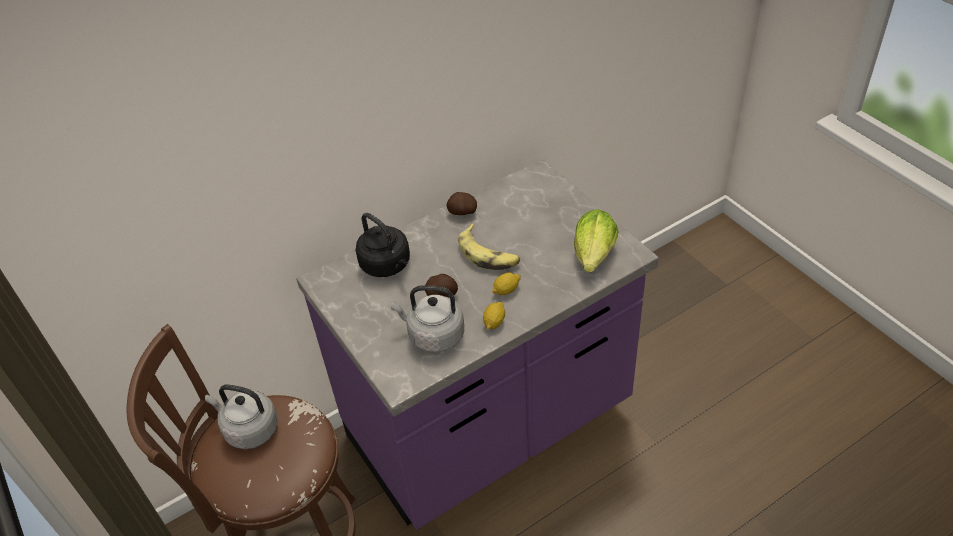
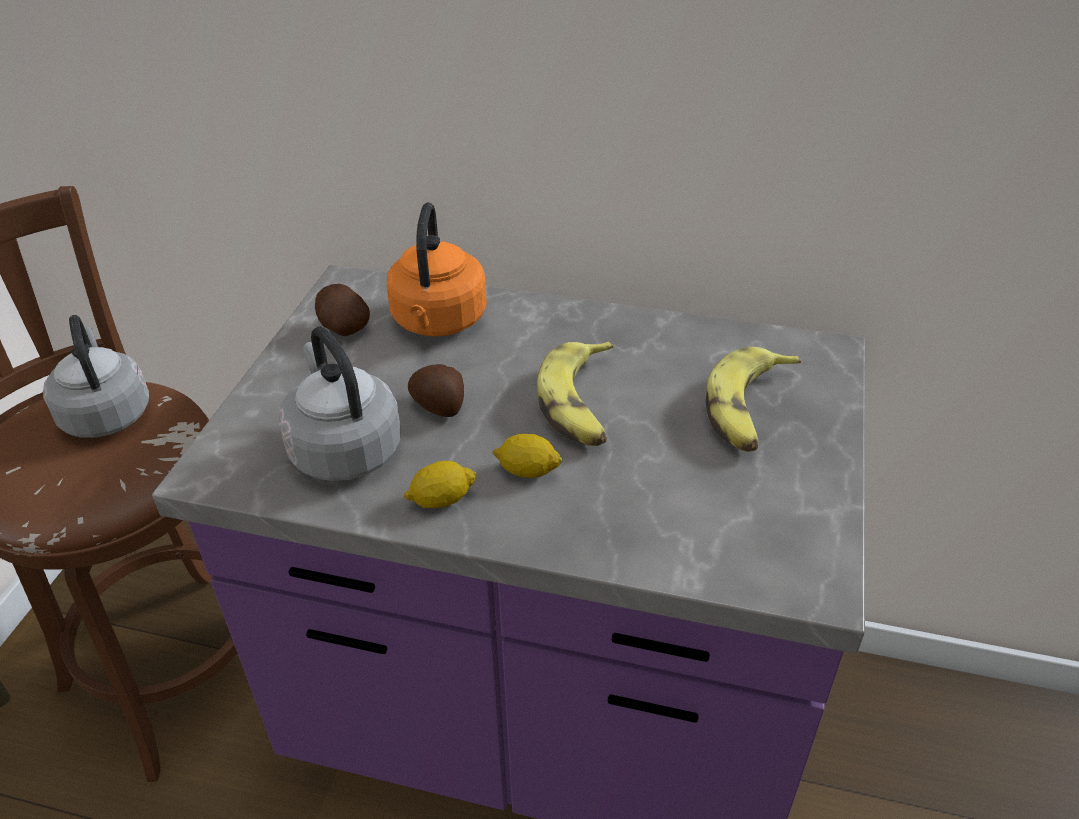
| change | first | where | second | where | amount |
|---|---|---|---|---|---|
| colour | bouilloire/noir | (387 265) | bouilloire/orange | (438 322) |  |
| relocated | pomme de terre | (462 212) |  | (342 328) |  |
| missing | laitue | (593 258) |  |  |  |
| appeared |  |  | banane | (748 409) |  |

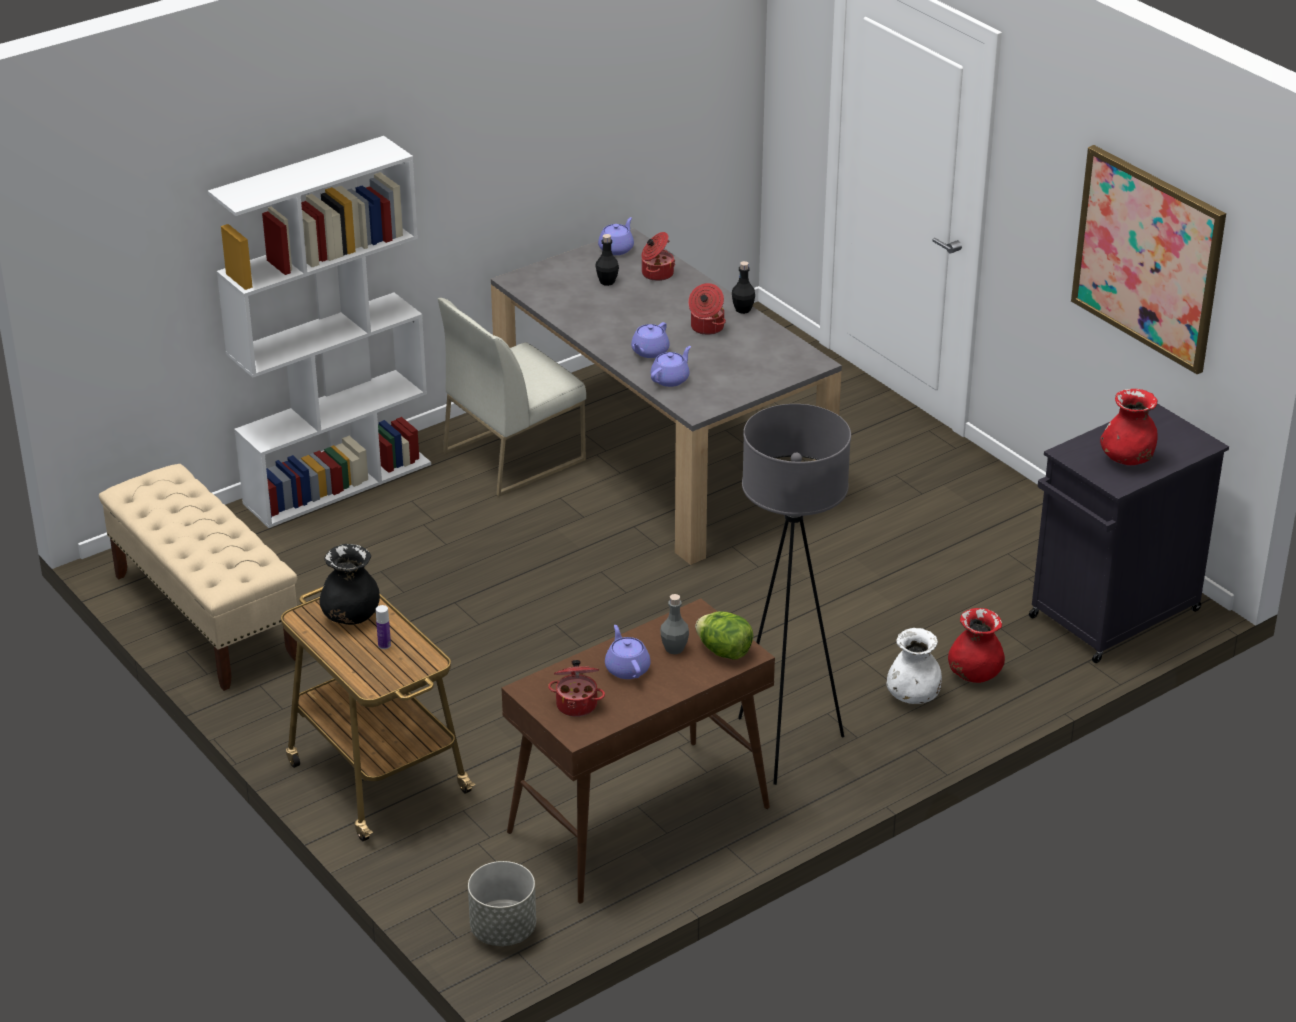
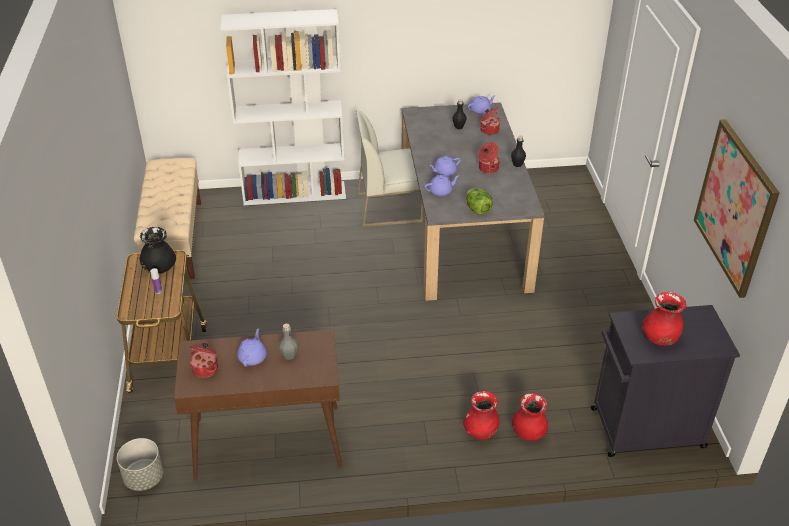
| change | first | where | second | where | amount |
|---|---|---|---|---|---|
| relocated | laitue | (724 651) |  | (477 209) |  |
| missing | lampadaire/gris | (784 745) |  |  |  |
| colour | vase/blanc | (913 696) | vase/rouge | (481 431) |  |

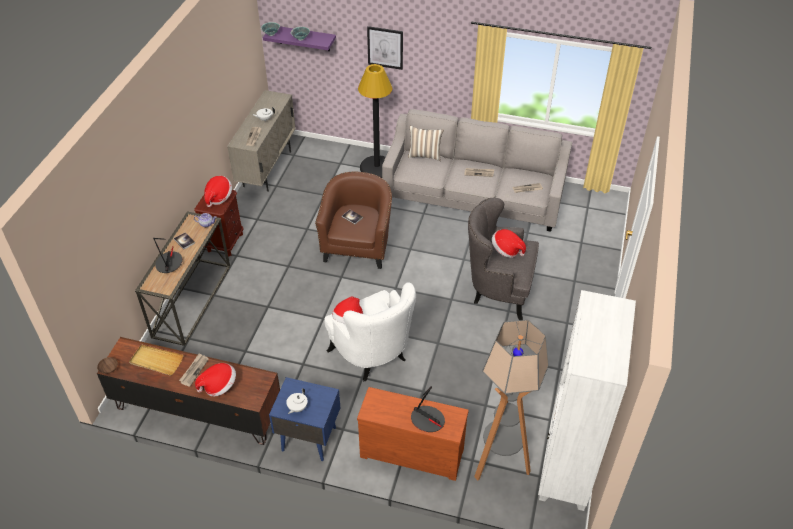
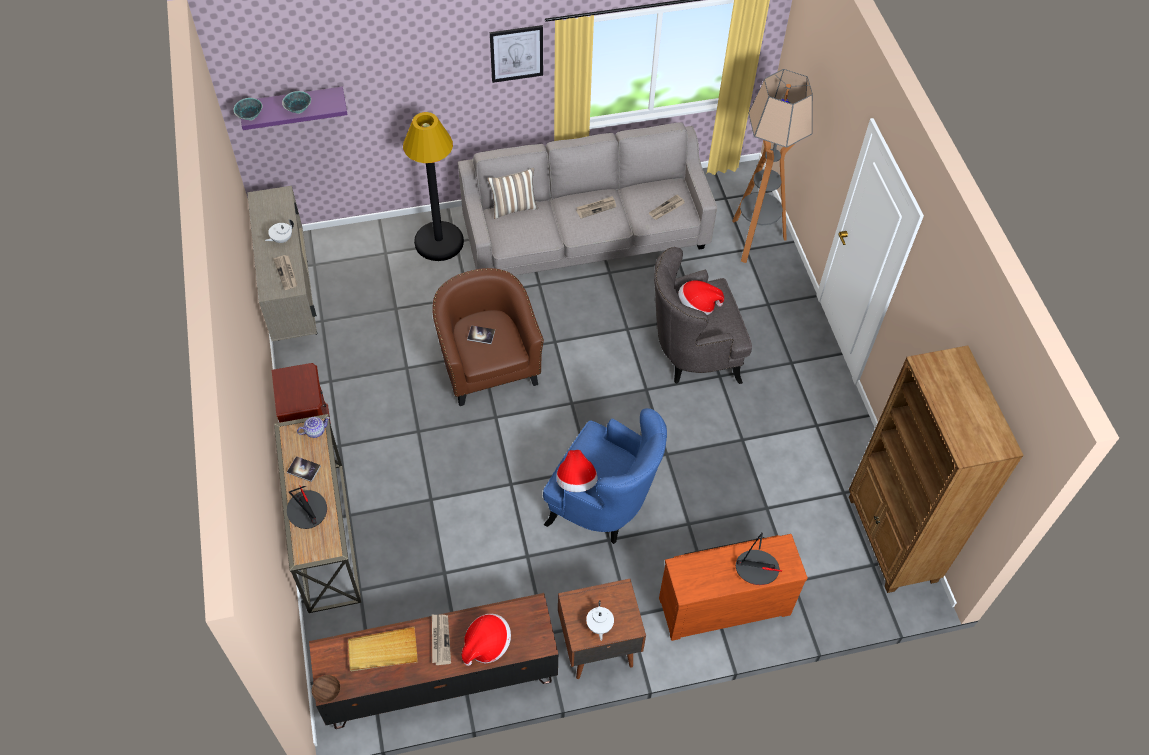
| change | first | where | second | where | amount |
|---|---|---|---|---|---|
| missing | chapeau | (218 197) |  |  |  |
| colour | table de chevet/bleu | (308 438) | table de chevet/marron | (597 647) |  |
| colour | fauteuil/blanc | (373 356) | fauteuil/bleu | (604 505) |  |
| relocated | tableau | (385 47) |  | (516 53) |  |
| relocated | lampadaire | (499 462) |  | (754 240) |  |
| colour | bibliothèque/blanc | (566 466) | bibliothèque/marron | (891 540) |  |

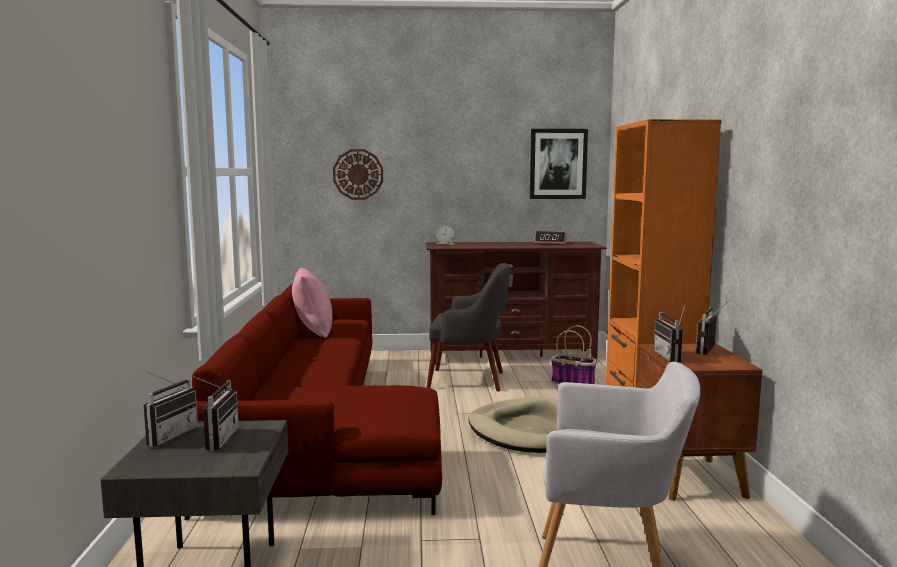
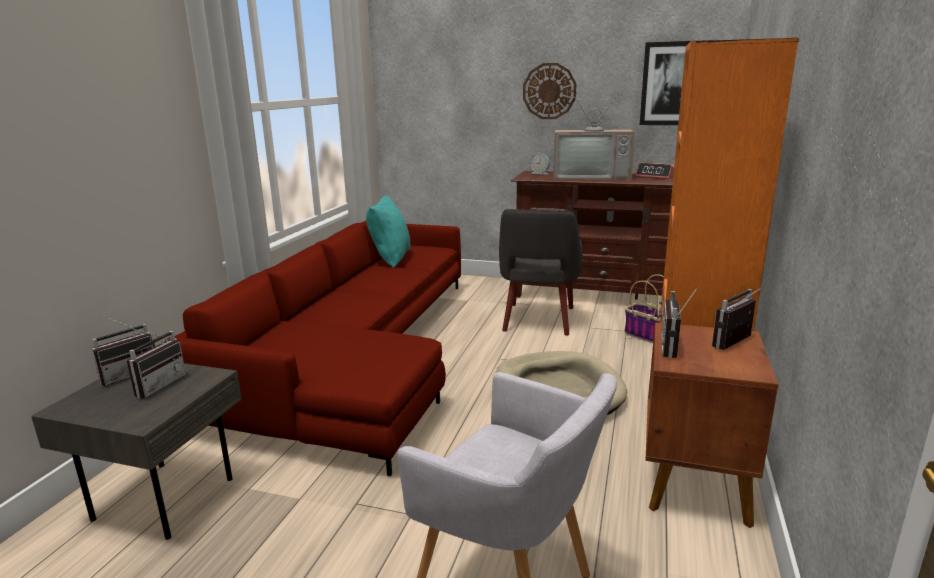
| change | first | where | second | where | amount |
|---|---|---|---|---|---|
| colour | coussin/rose | (313 331) | coussin/turquoise | (390 258) |  |
| relocated | horloge murale | (358 174) |  | (549 91) |  |
| spun | fauteuil/gris | (468 380) |  | (538 320) | 75 degrees clockwise |
| appeared |  |  | téléviseur | (591 176) |  |

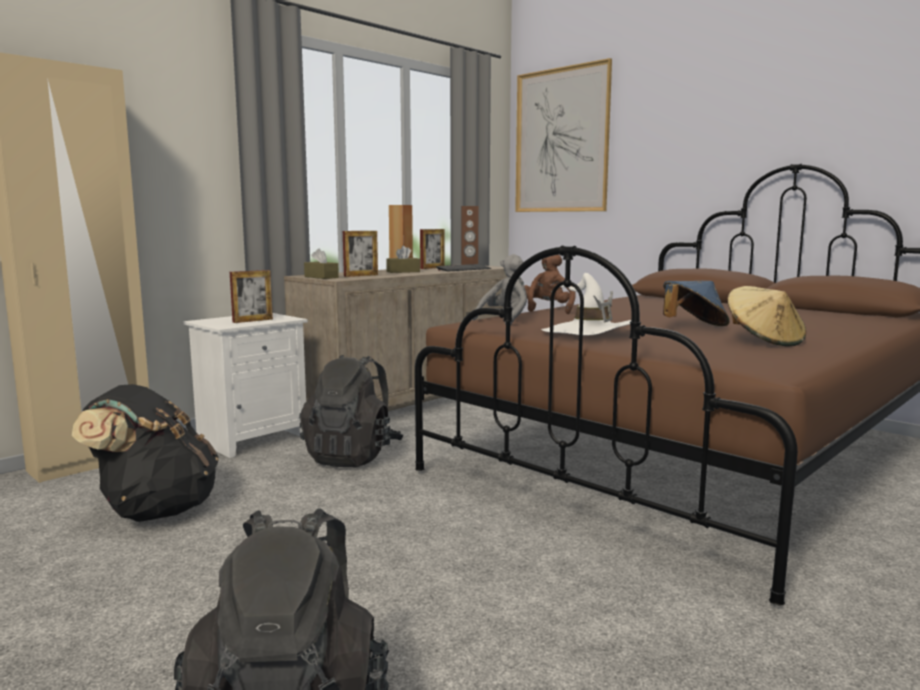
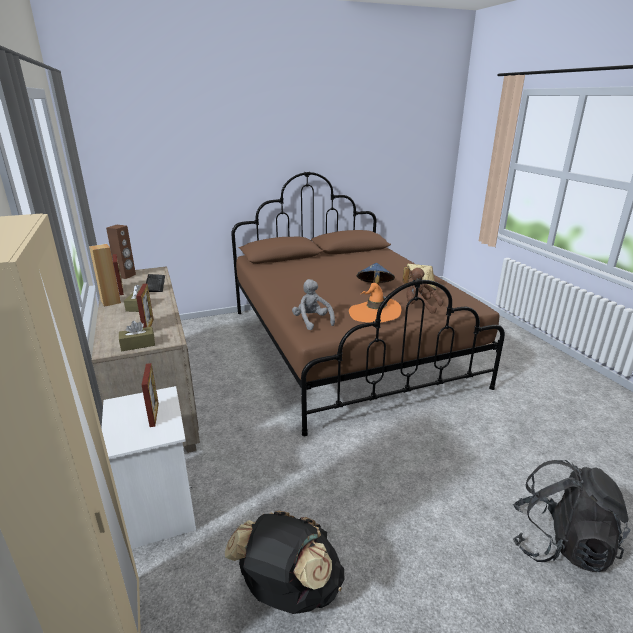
| change | first | where | second | where | amount |
|---|---|---|---|---|---|
| missing | sac à dos/noir | (353 456) |  |  |  |
| missing | tableau | (561 141) |  |  |  |
| relocated | peluche/marron | (548 310) |  | (420 306) |  |
| colour | chapeau/blanc | (588 333) | chapeau/orange | (374 313) |  |

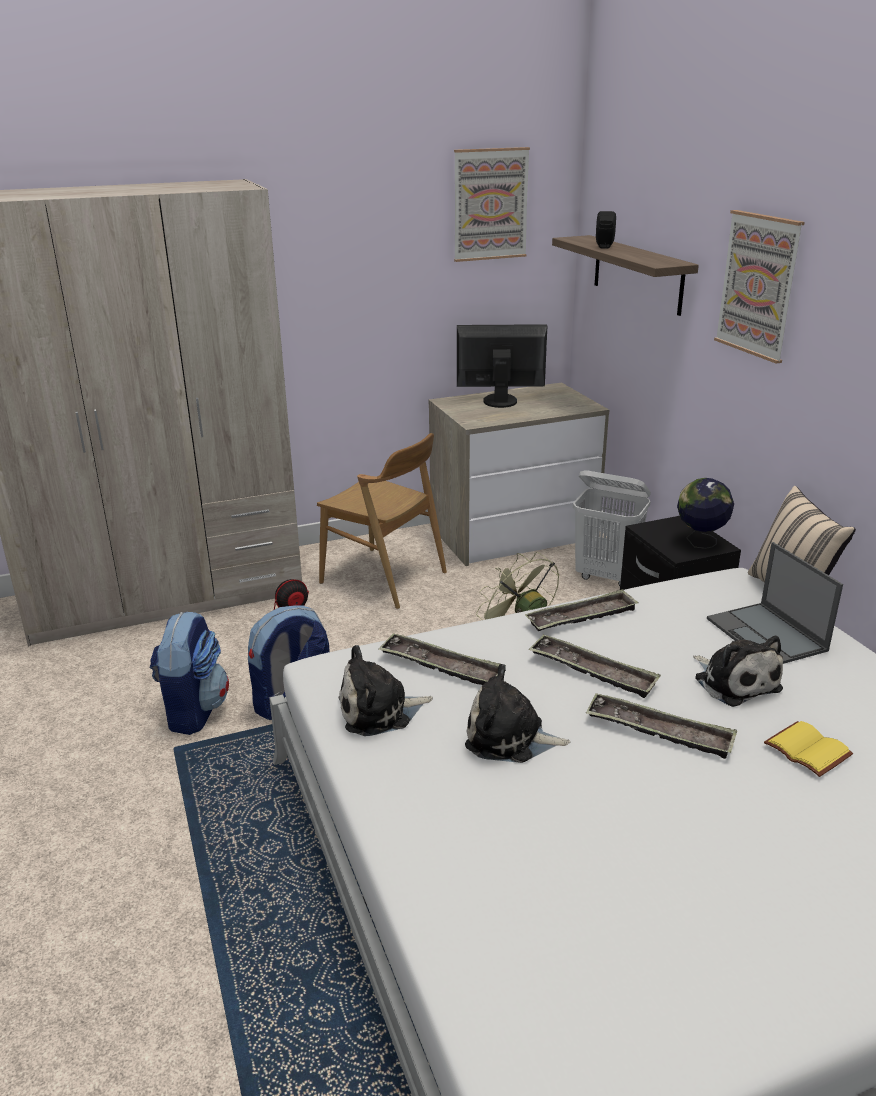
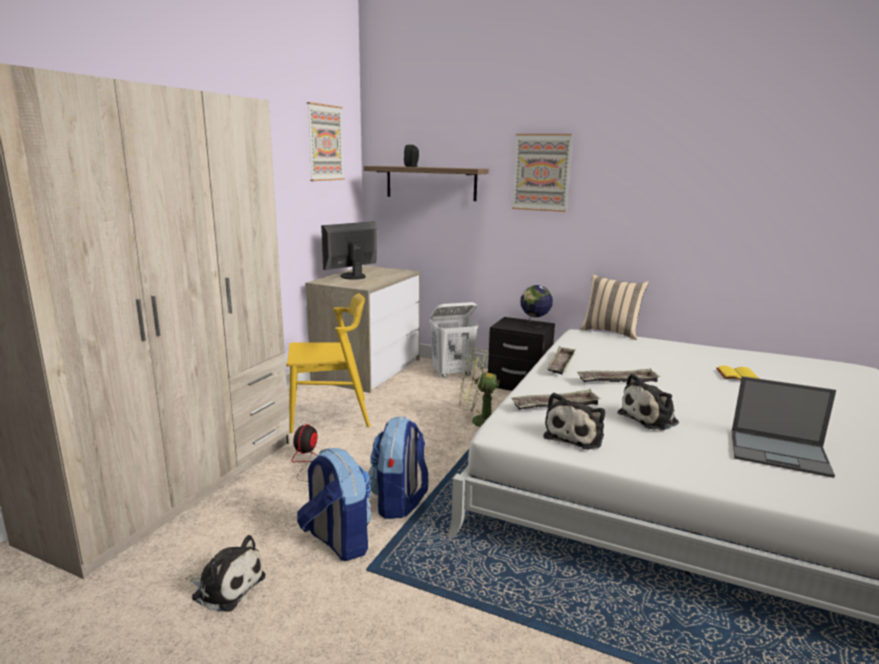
| change | first | where | second | where | amount |
|---|---|---|---|---|---|
| colour | chaise/marron | (384 578) | chaise/jaune | (330 415) |  |
| missing | plateau | (659 731) |  |  |  |
| relocated | peluche | (734 682) |  | (226 586) |  |
| relocated | ordinateur portable | (767 635) |  | (780 453) |  |

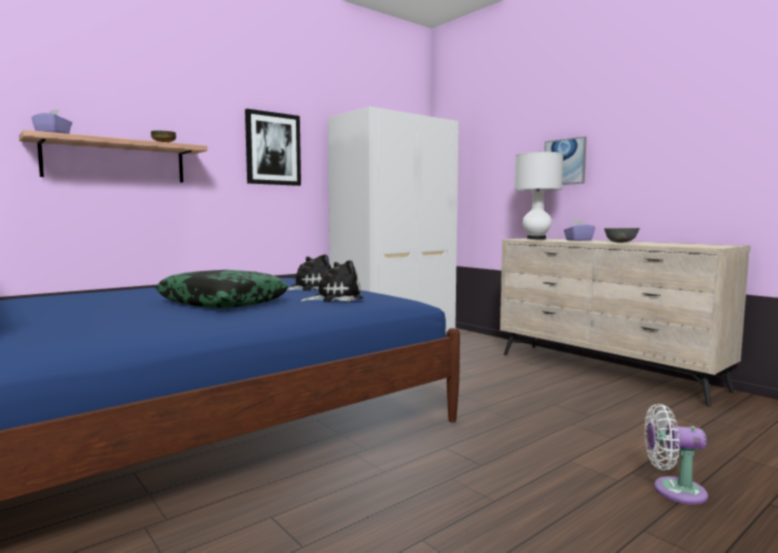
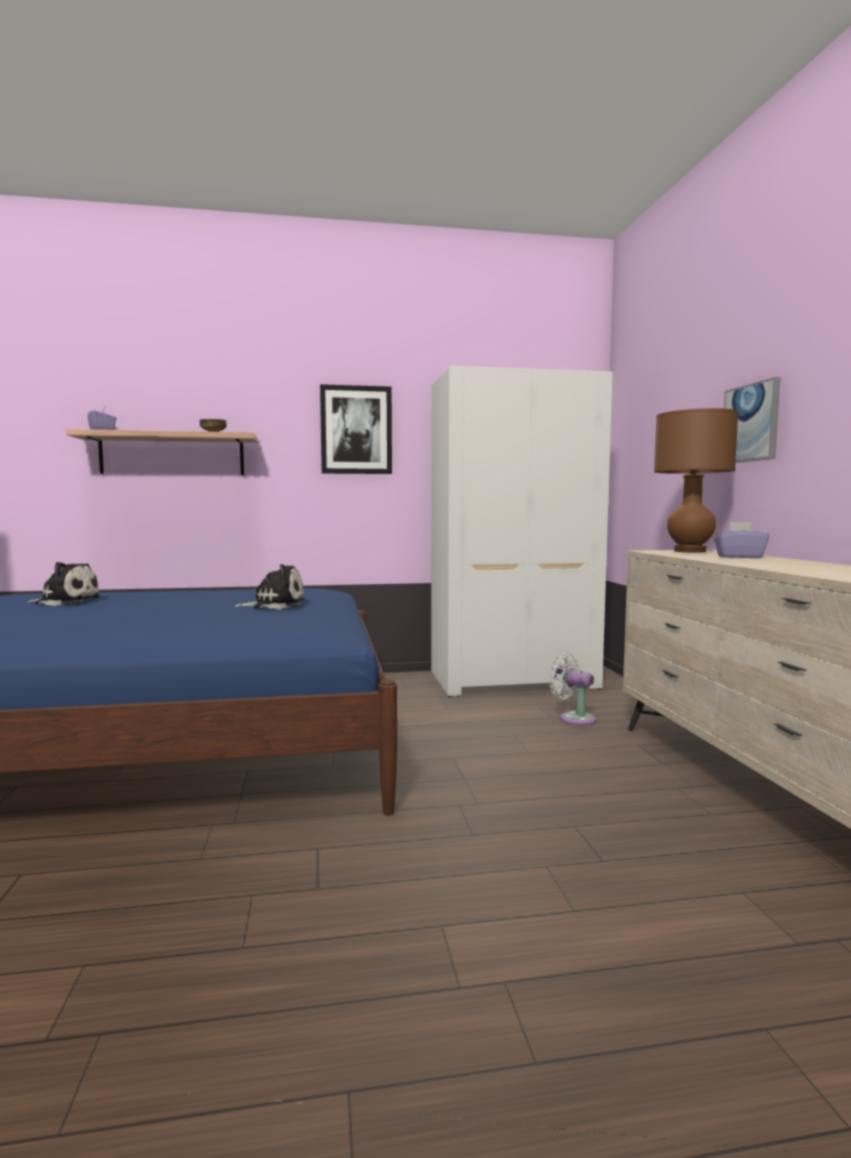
| change | first | where | second | where | amount |
|---|---|---|---|---|---|
| missing | coussin | (222 302) |  |  |  |
| relocated | peluche | (334 298) |  | (65 602) |  |
| colour | lampe de table/blanc | (536 238) | lampe de table/marron | (689 551) |  |
| missing | bol/gris | (620 242) |  |  |  |
| relocated | ventilateur/blanc | (673 490) |  | (574 718) |  |

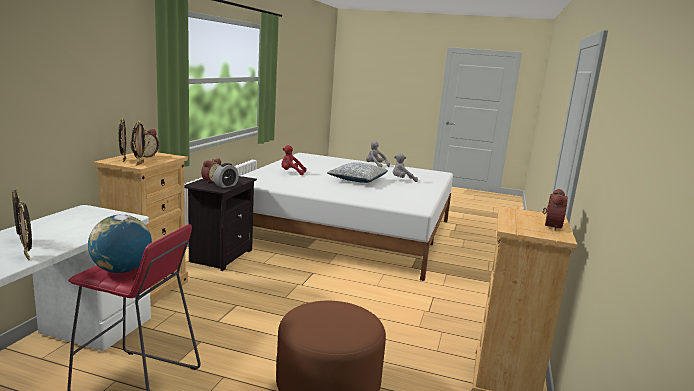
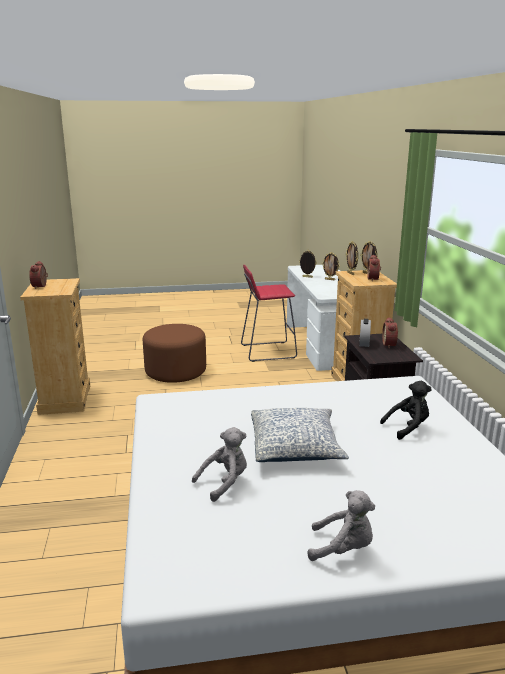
| change | first | where | second | where | amount |
|---|---|---|---|---|---|
| missing | globe | (121 270) |  |  |  |
| colour | peluche/rouge | (291 173) | peluche/noir | (408 427) |  |

